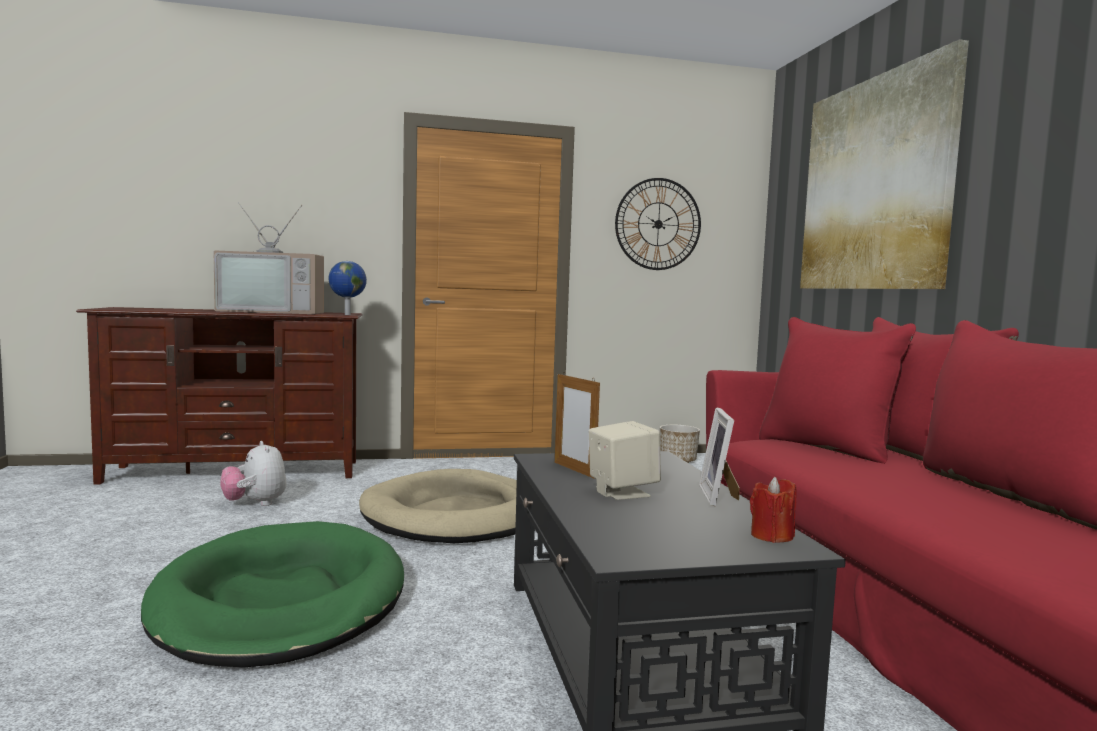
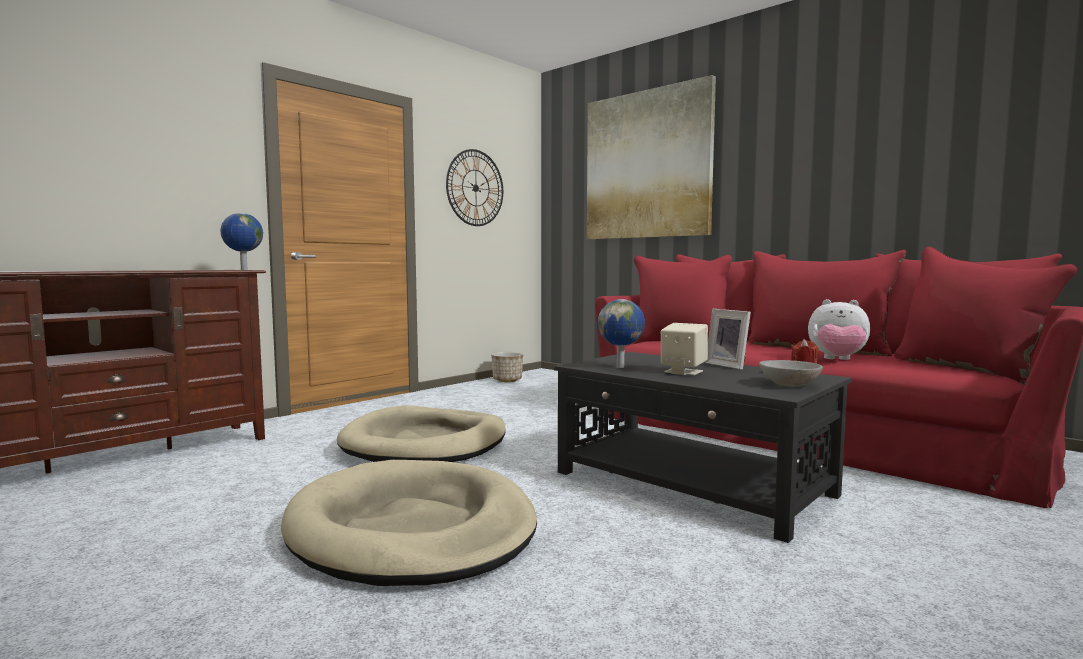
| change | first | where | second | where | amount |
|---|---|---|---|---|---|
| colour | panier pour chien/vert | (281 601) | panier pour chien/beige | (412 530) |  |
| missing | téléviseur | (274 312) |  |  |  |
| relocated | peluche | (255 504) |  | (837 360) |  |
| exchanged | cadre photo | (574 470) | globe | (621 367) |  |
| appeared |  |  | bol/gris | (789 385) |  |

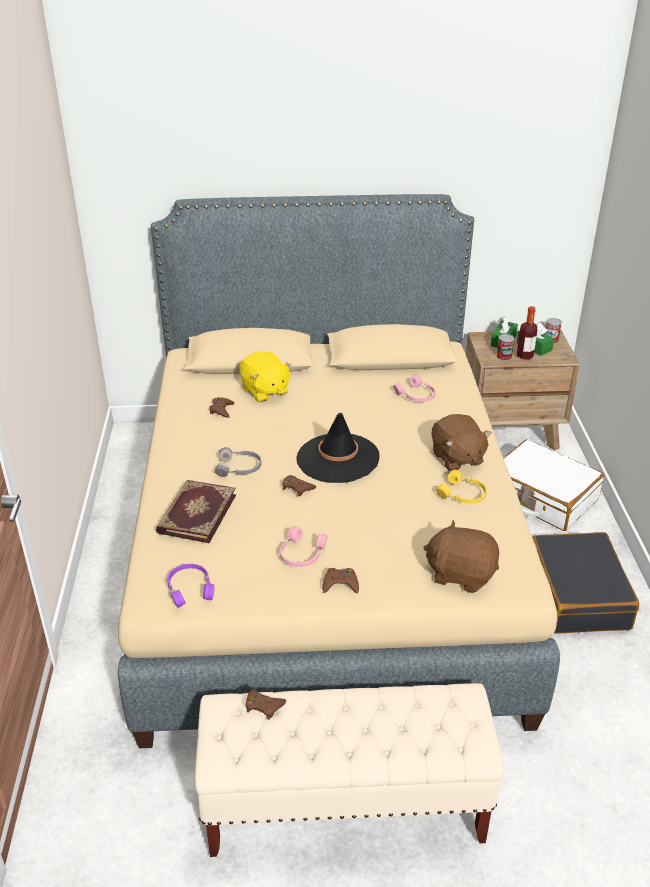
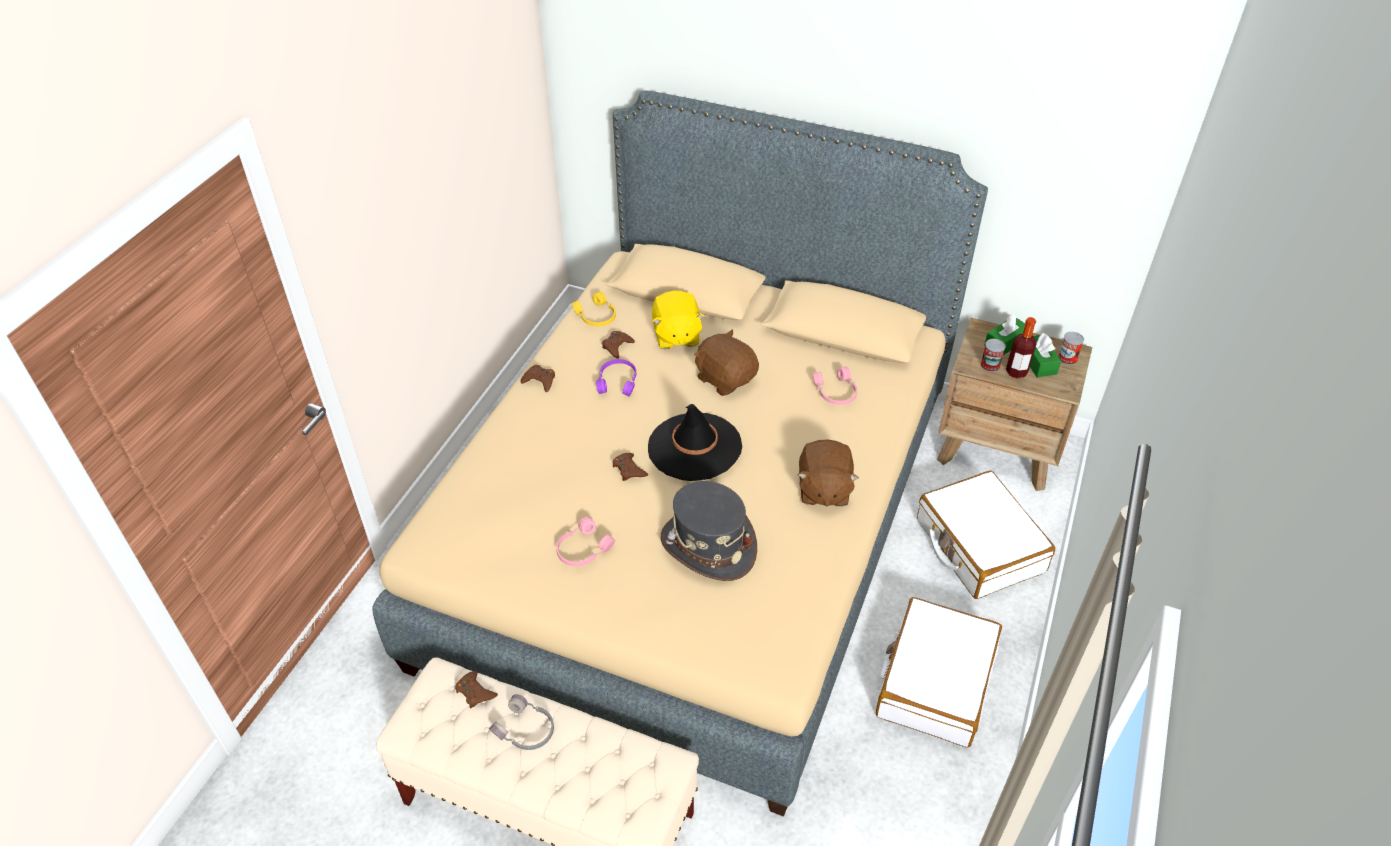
| change | first | where | second | where | amount |
|---|---|---|---|---|---|
| missing | livre | (196 513) |  |  |  |
| relocated | casque audio/violet | (190 589) |  | (618 382) |  |
| relocated | casque audio/gris | (239 468) |  | (525 730) |  |
| relocated | manette/marron | (340 584) |  | (540 380) |  |
| relocated | peluche/marron | (461 574) |  | (725 378) |  |
| relocated | casque audio/jaune | (462 495) |  | (596 316) |  |
| colour | valise/noir | (576 595) | valise/blanc | (934 682) |  |
| appeared |  |  | chapeau/gris | (708 546) |  |

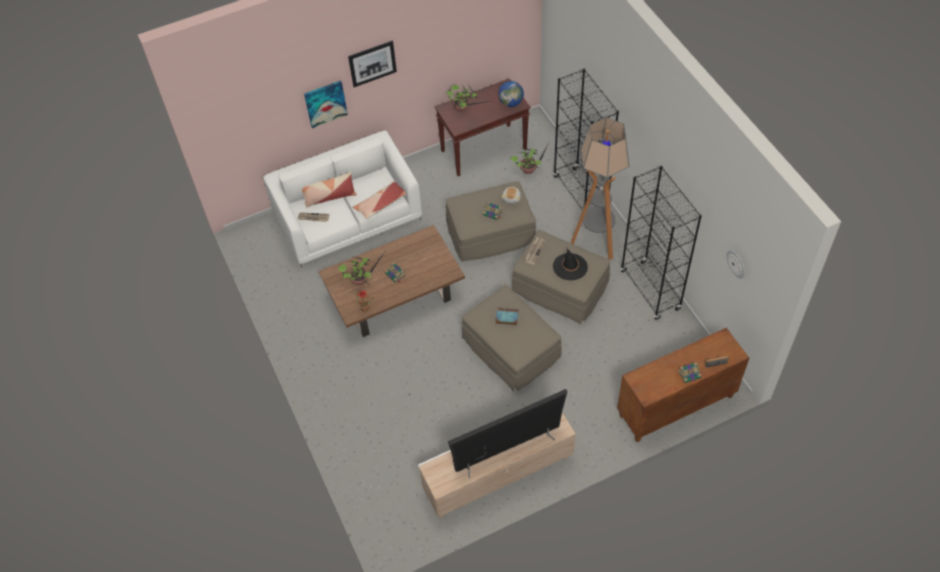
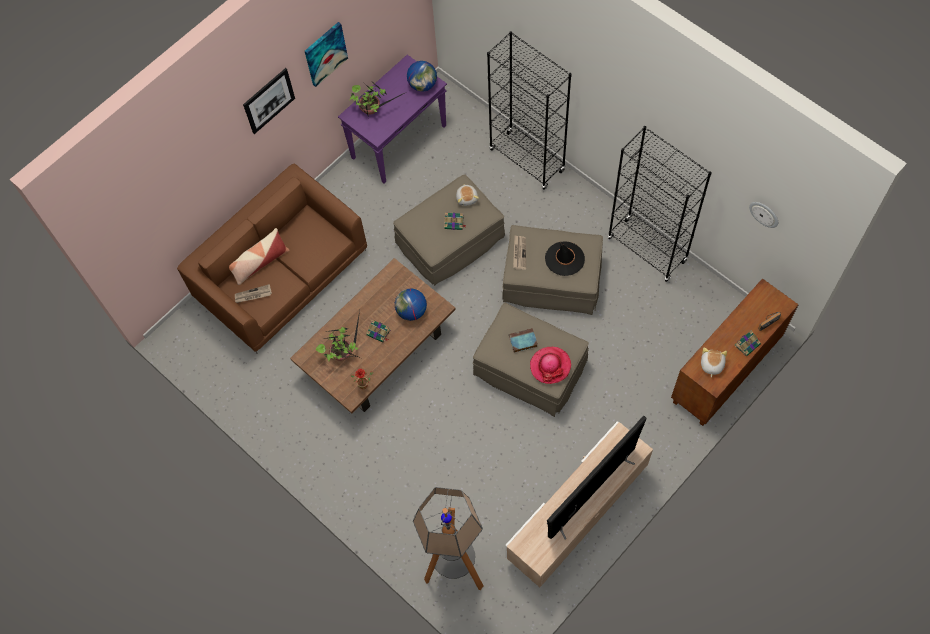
| change | first | where | second | where | amount |
|---|---|---|---|---|---|
| colour | canapé/blanc | (348 216) | canapé/marron | (281 274) |  |
| relocated | tableau | (325 103) |  | (325 53) |  |
| missing | coussin | (381 204) |  |  |  |
| colour | table console/marron | (484 149) | table console/violet | (399 141) |  |
| missing | plante en pot | (529 169) |  |  |  |
| relocated | lampadaire | (596 242) |  | (455 568) |  |
| appeared |  |  | globe | (411 311) |  |
| appeared |  |  | chapeau | (550 366) |  |
| appeared |  |  | peluche | (711 365) |  |

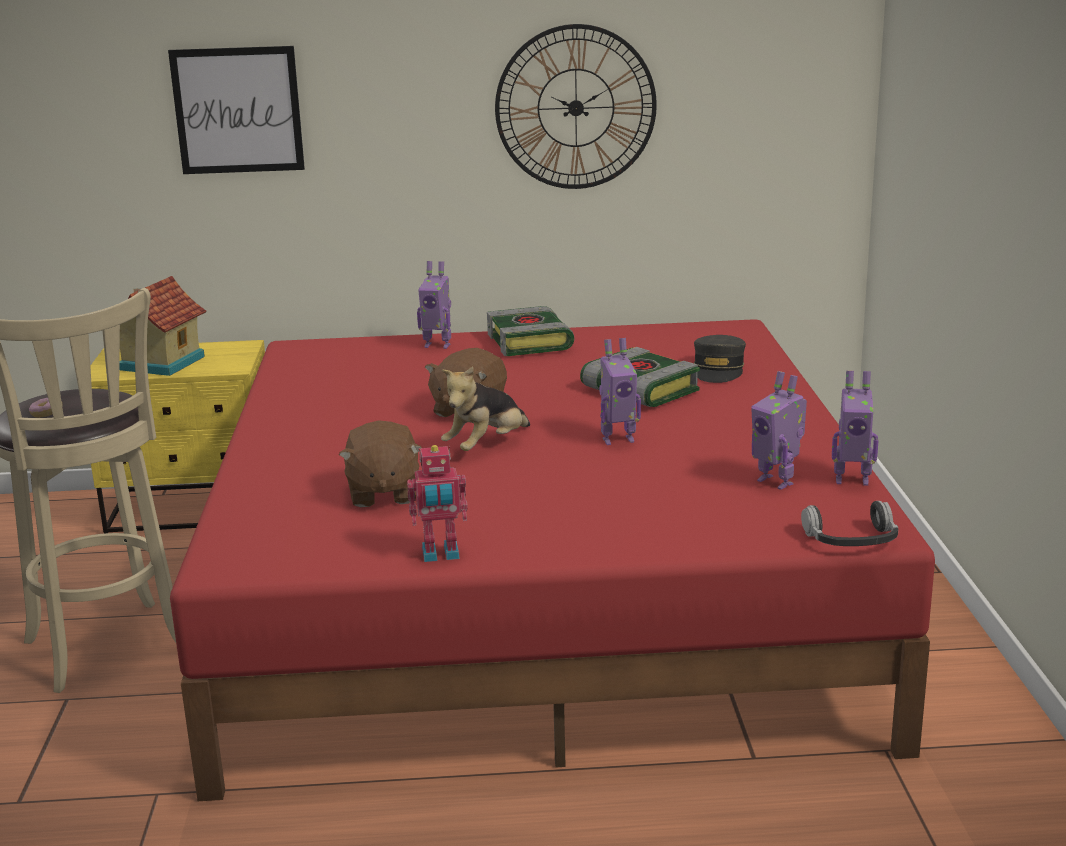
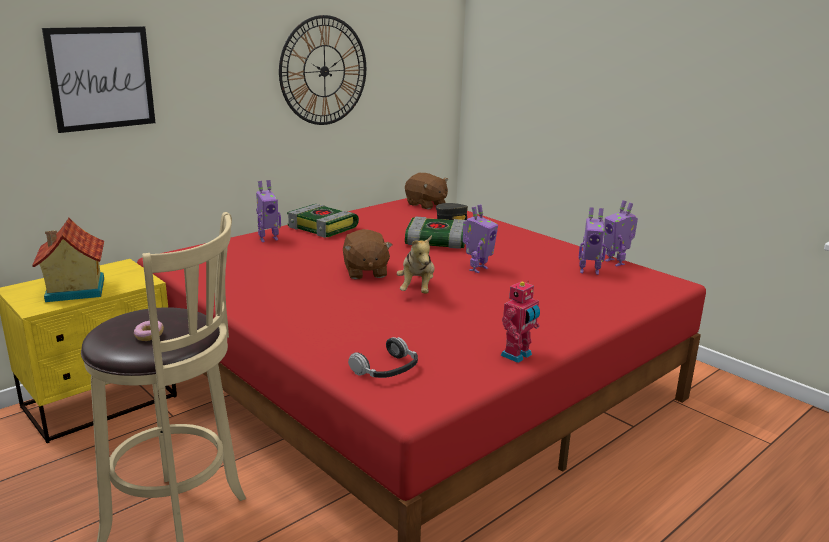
| change | first | where | second | where | amount |
|---|---|---|---|---|---|
| relocated | peluche/marron | (382 493) |  | (426 204) |  |
| relocated | casque audio | (851 539) |  | (386 369) |  |
| spun | robot jouet | (851 479) |  | (615 262) | 90 degrees clockwise |

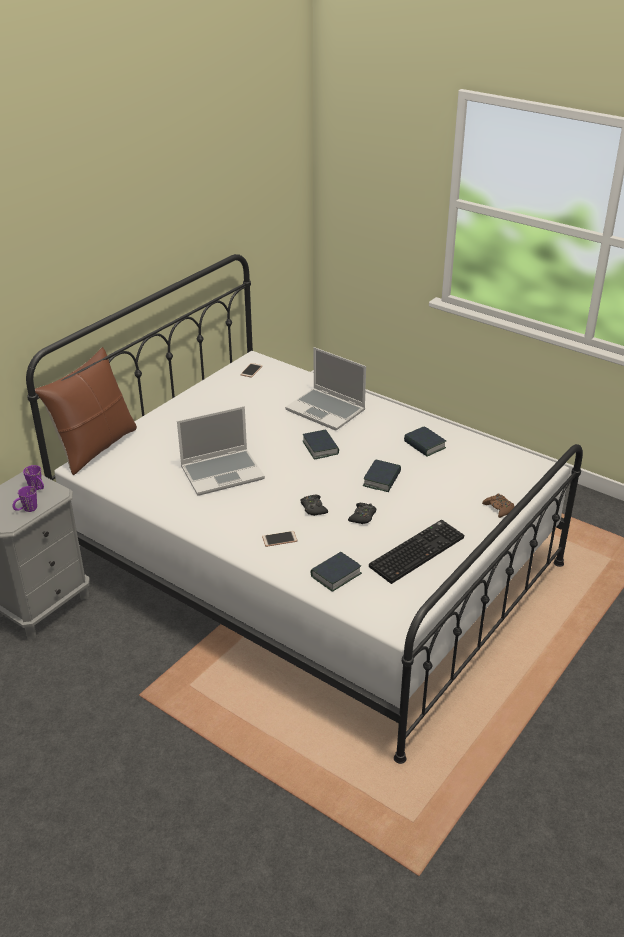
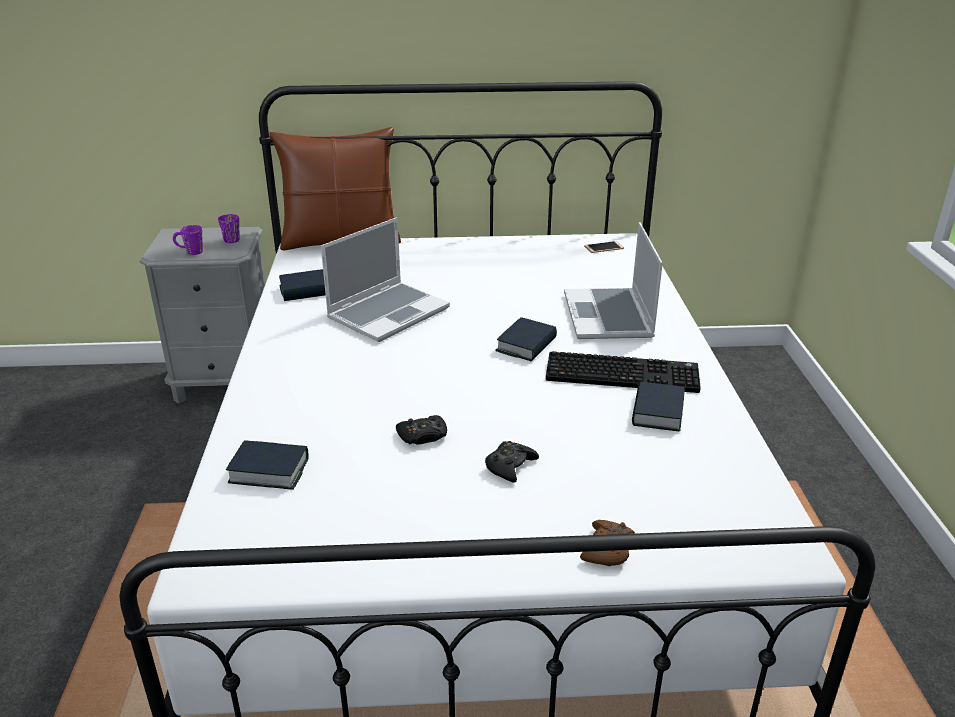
| change | first | where | second | where | amount |
|---|---|---|---|---|---|
| spun | ordinateur portable | (223 472) |  | (388 313) | 75 degrees counterclockwise |
| missing | téléphone | (279 539) |  |  |  |
| relocated | manette/noir | (313 508) |  | (510 466) |  |
| relocated | livre | (382 479) |  | (305 291) |  |
| relocated | clavier | (416 551) |  | (623 373) |  |

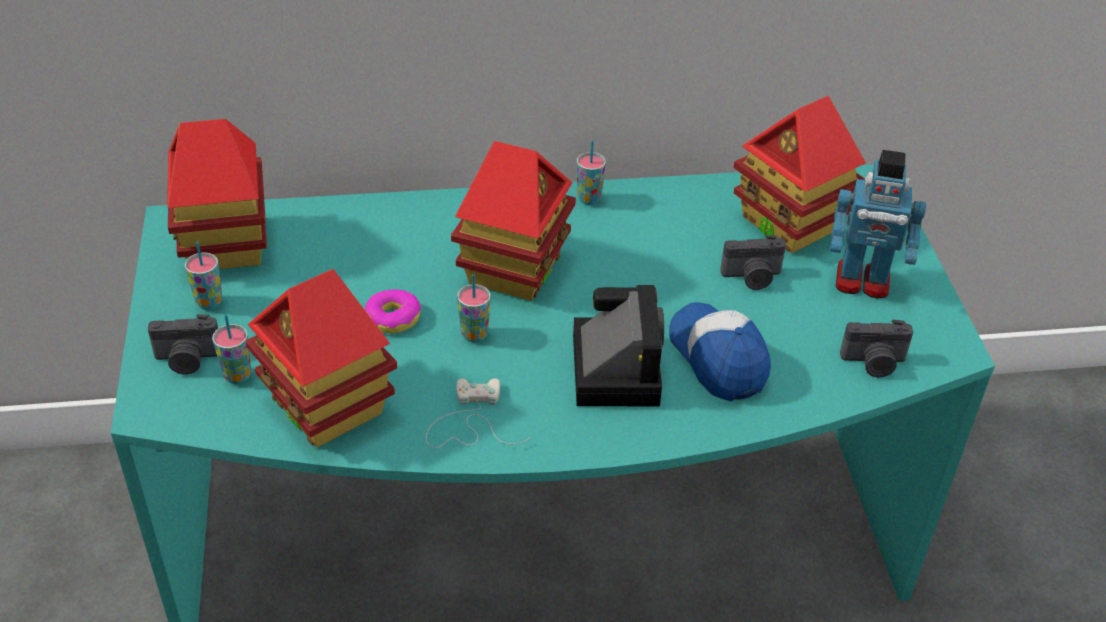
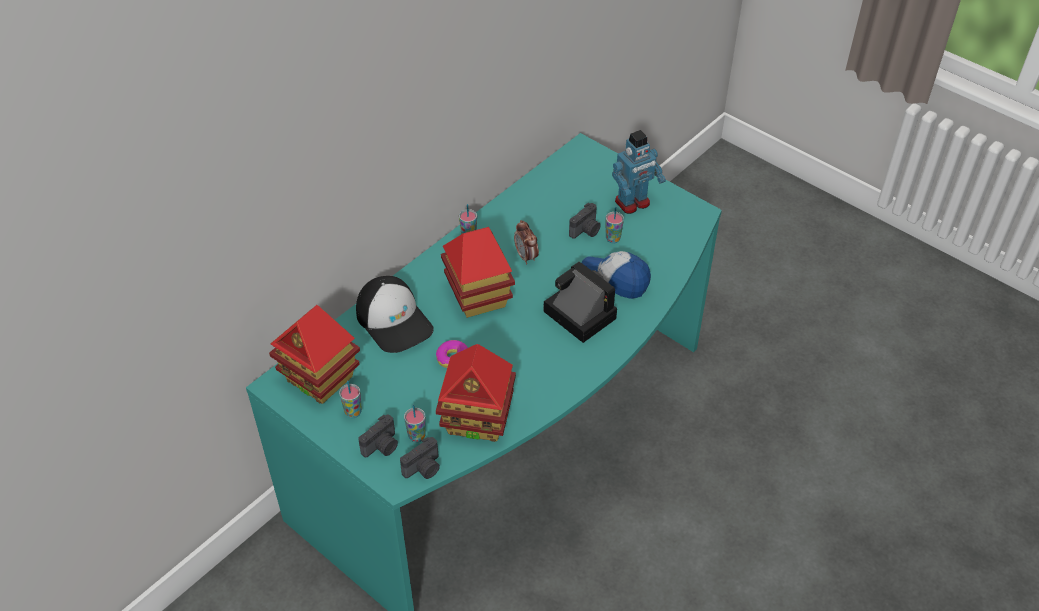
| change | first | where | second | where | amount |
|---|---|---|---|---|---|
| missing | manette/blanc | (470 421) |  |  |  |
| relocated | tasse | (474 335) |  | (613 239) |  |
| missing | maison miniature | (790 223) |  |  |  |
| relocated | appareil photo | (874 363) |  | (424 469) |  |
| appeared |  |  | casquette | (394 320) |  |
| appeared |  |  | réveil | (526 257) |  |

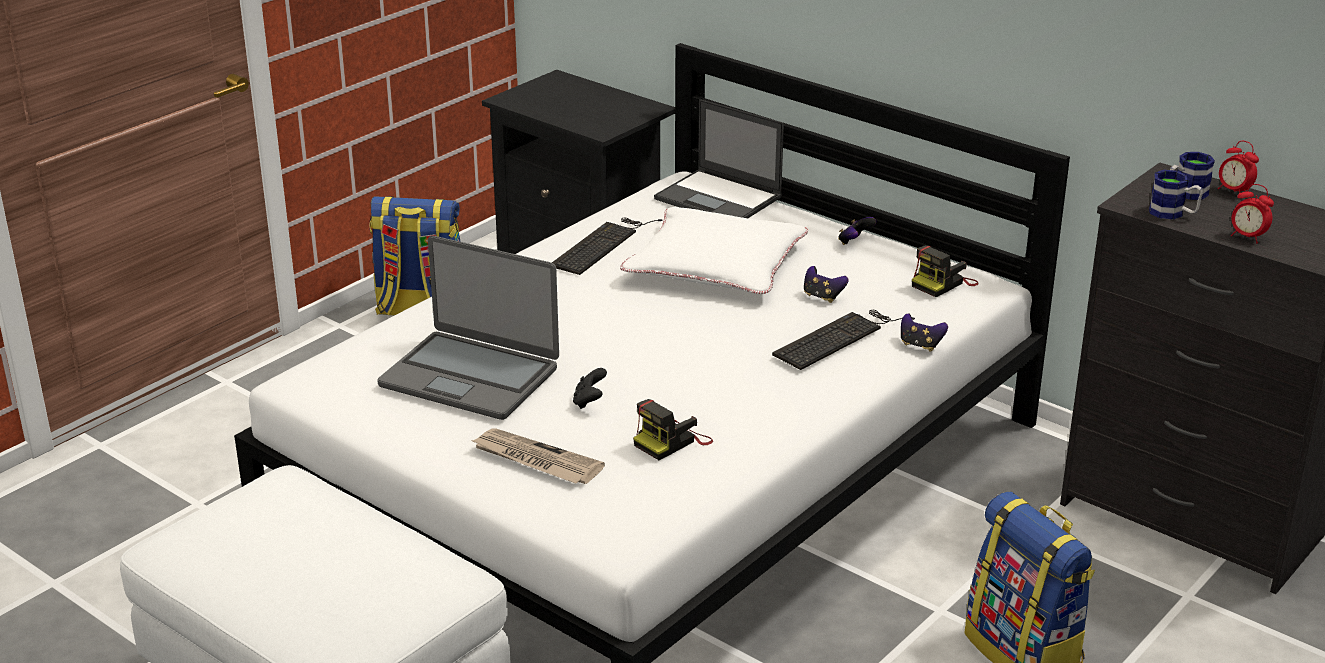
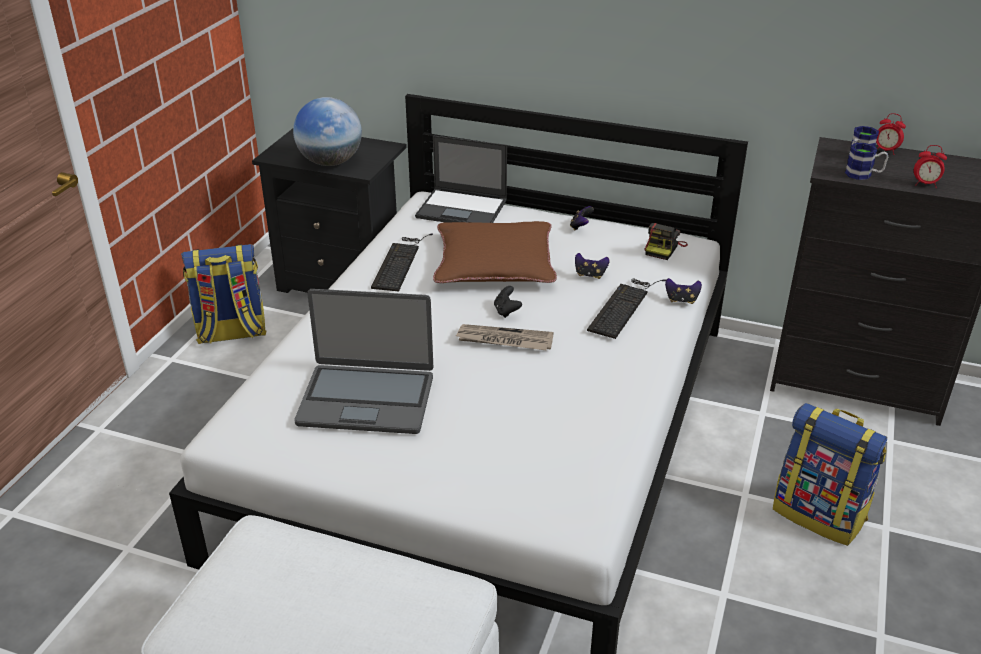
| change | first | where | second | where | amount |
|---|---|---|---|---|---|
| relocated | journal | (535 460) |  | (504 340) |  |
| relocated | manette/noir | (589 401) |  | (506 311) |  |
| colour | coussin/blanc | (715 265) | coussin/marron | (494 264) |  |
| missing | appareil photo | (672 442) |  |  |  |
| appeared |  |  | globe | (330 162) |  |

